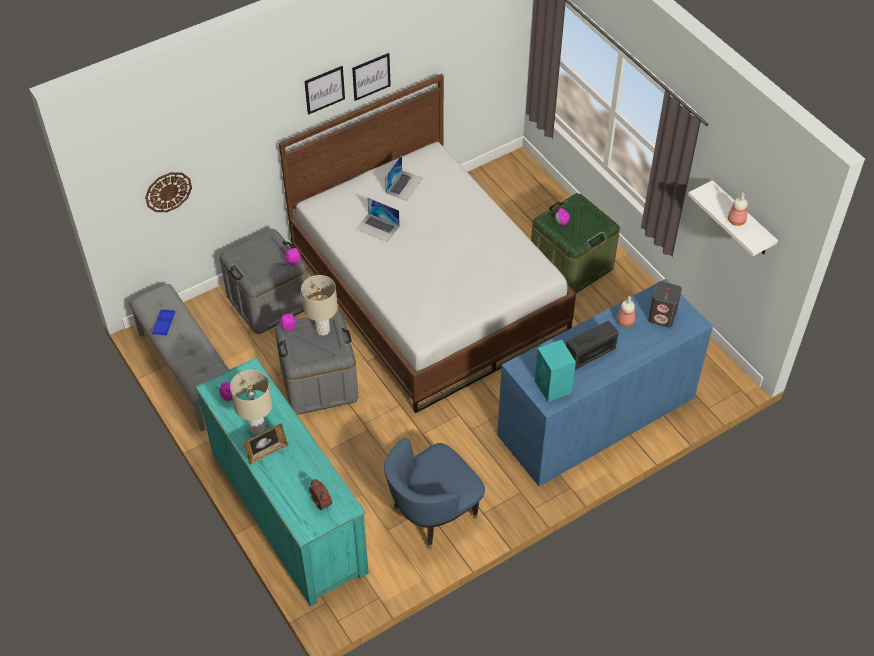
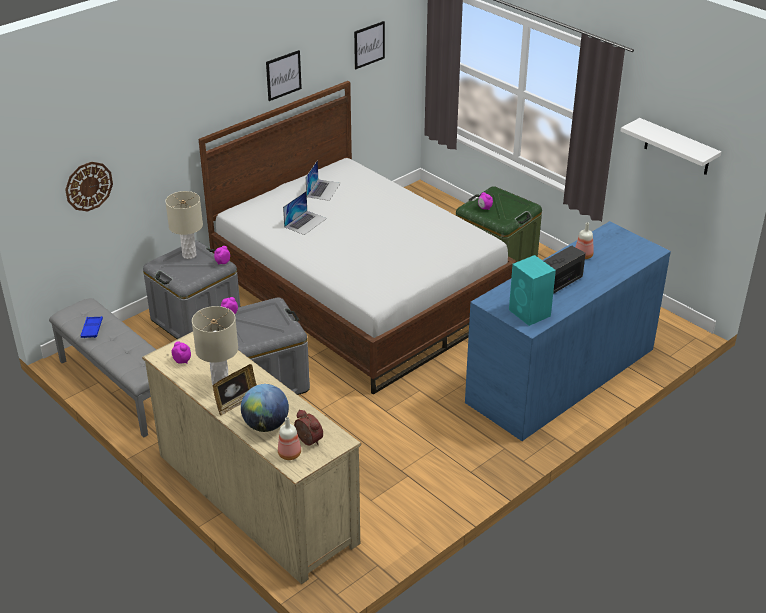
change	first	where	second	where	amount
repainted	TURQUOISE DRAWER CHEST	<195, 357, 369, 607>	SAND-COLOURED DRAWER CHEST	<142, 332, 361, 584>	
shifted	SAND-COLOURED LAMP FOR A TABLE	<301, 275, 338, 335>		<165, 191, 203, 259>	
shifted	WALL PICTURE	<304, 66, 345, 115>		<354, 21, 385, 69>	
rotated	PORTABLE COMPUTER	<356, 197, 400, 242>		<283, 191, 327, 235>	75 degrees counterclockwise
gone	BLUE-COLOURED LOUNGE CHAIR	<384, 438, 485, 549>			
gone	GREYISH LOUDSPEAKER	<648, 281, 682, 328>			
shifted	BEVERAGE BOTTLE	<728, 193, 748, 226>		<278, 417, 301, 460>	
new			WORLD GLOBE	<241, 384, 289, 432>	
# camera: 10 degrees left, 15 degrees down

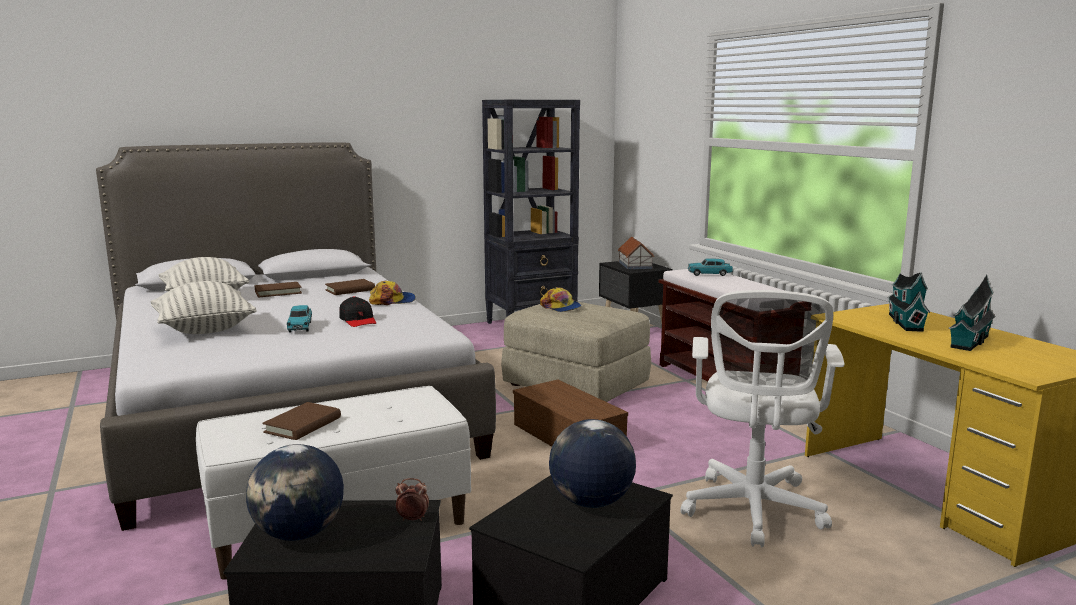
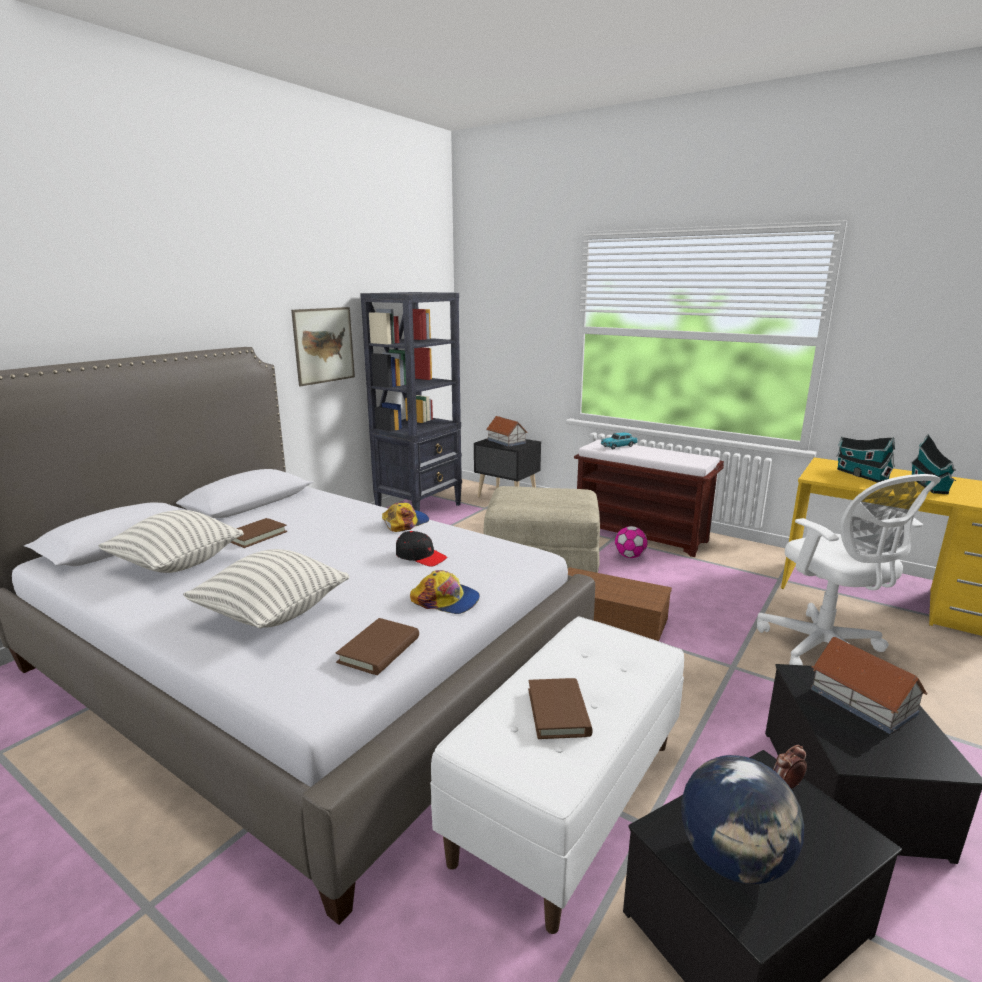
change	first	where	second	where	amount
gone	TURQUOISE MODEL CAR	<287, 305, 312, 332>			
shifted	BROWNISH BOOK	<325, 279, 375, 295>		<336, 618, 419, 675>	
shifted	BASEBALL CAP	<540, 287, 581, 312>		<410, 570, 480, 614>	
swapped	WORLD GLOBE	<549, 419, 636, 508>	MINIATURE HOUSE	<811, 637, 928, 734>	
new			WALL PICTURE	<291, 307, 355, 387>	
new			BALL FOR FOOTBALL	<615, 526, 648, 558>	
# camera: 30 degrees left, 5 degrees up

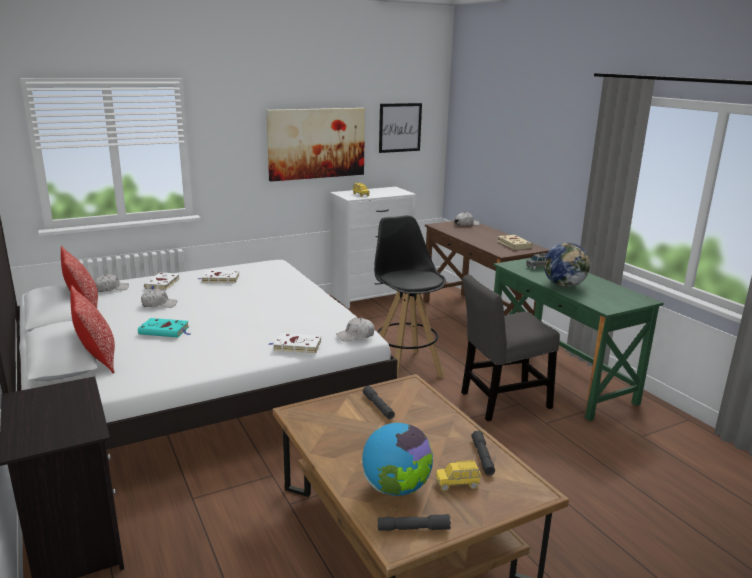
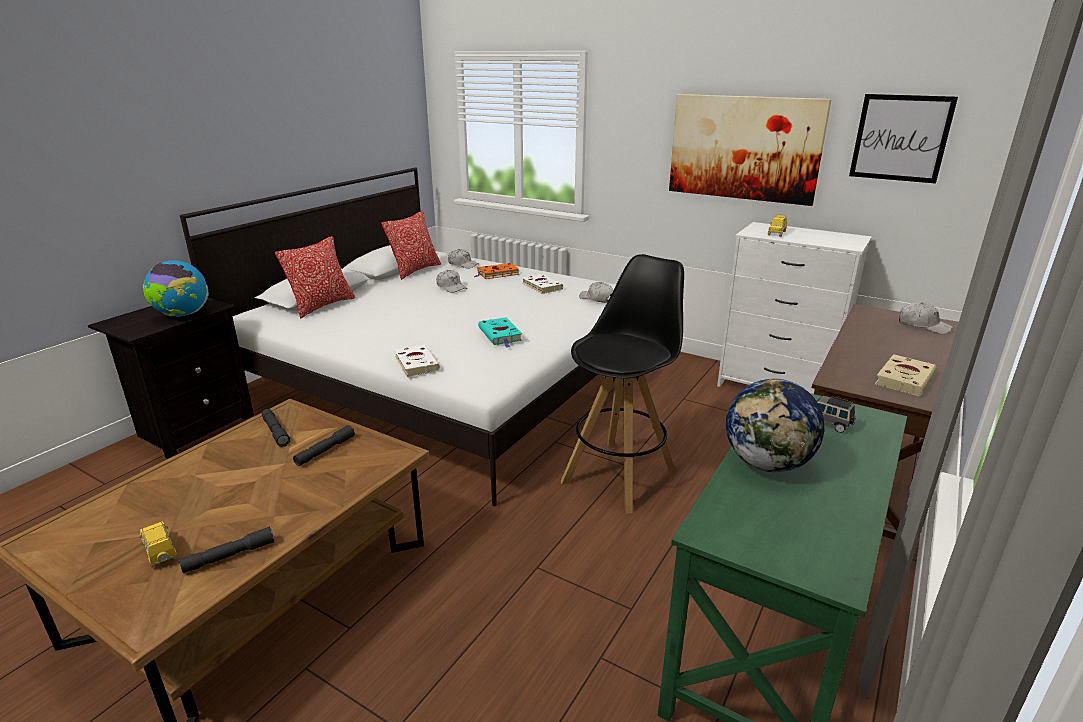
change	first	where	second	where	amount
shifted	TURQUOISE BOOK	<138, 318, 190, 338>		<478, 317, 522, 348>	
repainted	WHITE-COLOURED BOOK	<144, 272, 180, 290>	ORANGE BOOK	<475, 263, 519, 279>	
shifted	WHITE-COLOURED BASEBALL CAP	<336, 318, 375, 342>		<579, 282, 613, 303>	
shifted	WORLD GLOBE	<362, 423, 433, 496>		<143, 260, 209, 317>	
shifted	GREYISH TORCH	<378, 514, 451, 531>		<262, 409, 290, 447>	
gone	GREYISH PLAIN CHAIR	<461, 274, 560, 421>			
# camera: 60 degrees right, 5 degrees up

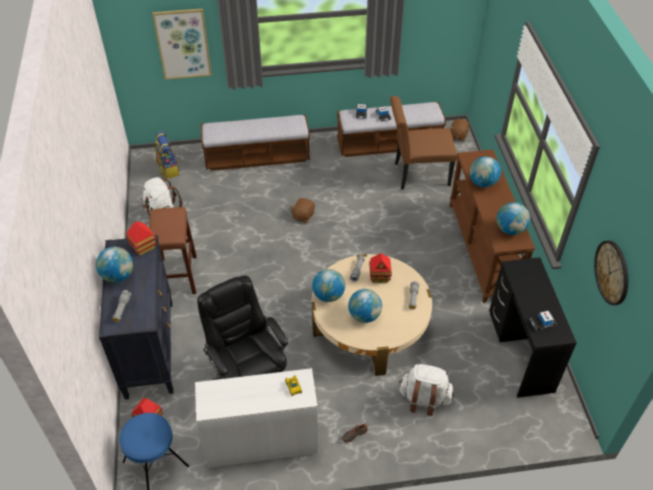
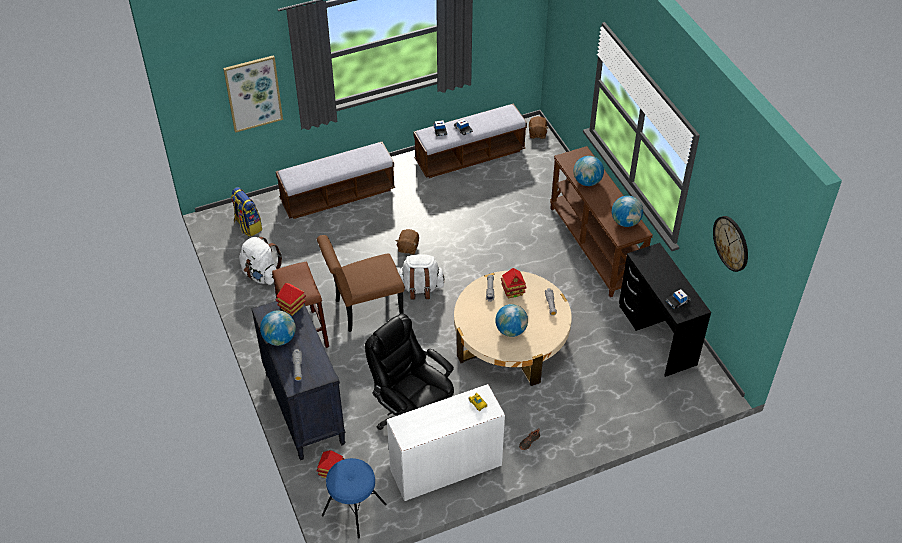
change	first	where	second	where	amount
gone	WORLD GLOBE	<312, 269, 345, 302>			
shifted	BROWNISH PLAIN CHAIR	<390, 96, 458, 190>		<317, 235, 405, 332>	
shifted	WHITE-COLOURED KNAPSACK	<399, 364, 453, 416>		<398, 254, 445, 300>	
# camera: 15 degrees left, 0 degrees up

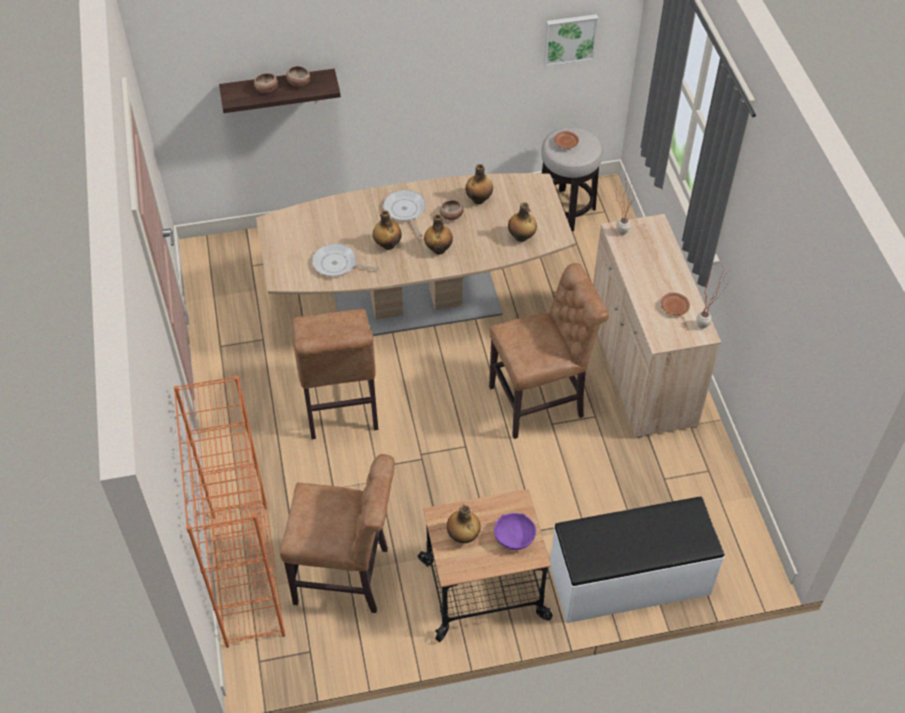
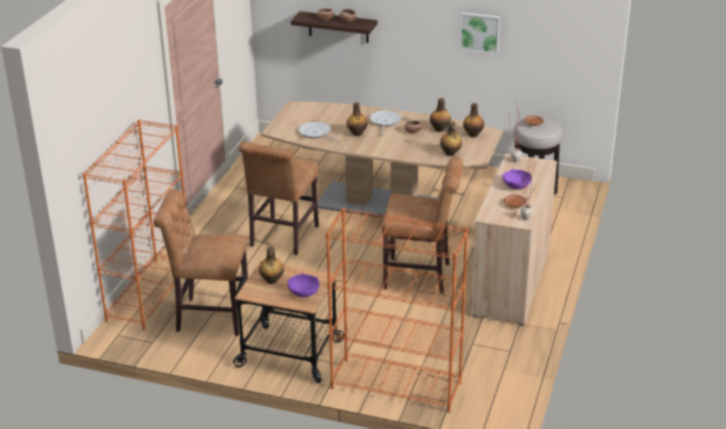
change	first	where	second	where	amount
rotated	BROWNISH PLAIN CHAIR	<280, 454, 395, 613>		<153, 189, 248, 336>	150 degrees clockwise
shifted	BEVERAGE BOTTLE	<424, 214, 453, 255>		<463, 103, 484, 137>	
shifted	WALL PICTURE	<544, 14, 598, 66>		<460, 12, 500, 54>	
swapped	WHITE-COLOURED BENCH	<550, 497, 724, 623>	ORANGE BOOKCASE	<326, 207, 468, 413>	
new			PURPLE SERVING BOWL	<502, 169, 532, 189>	
# camera: 30 degrees right, 20 degrees down

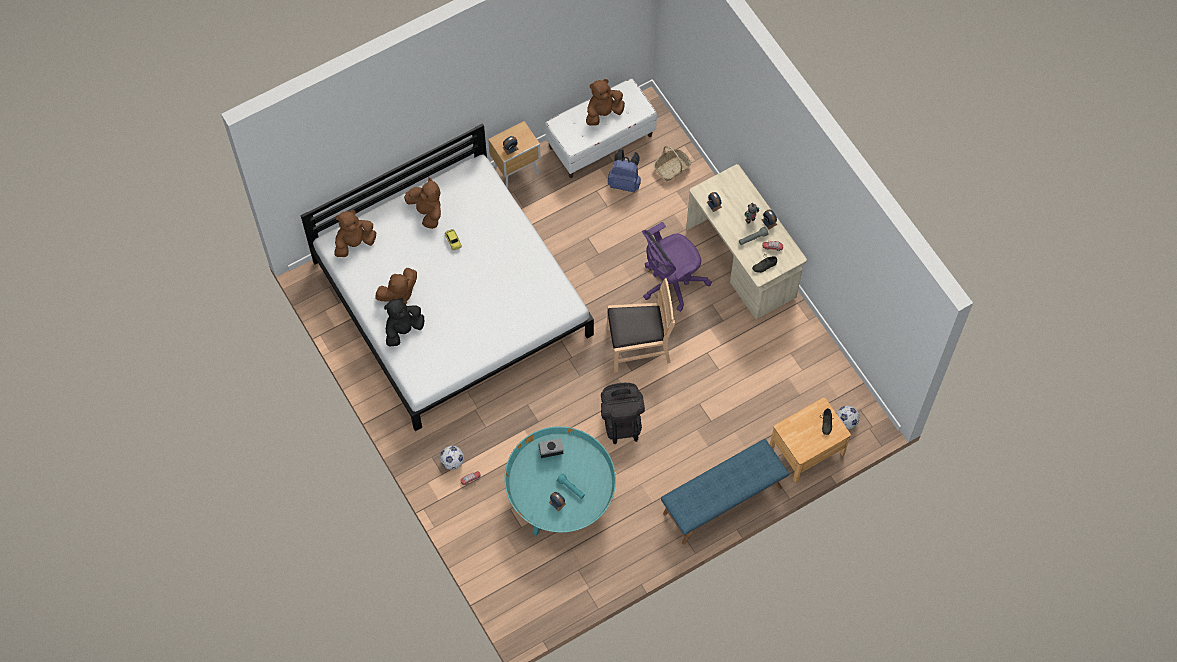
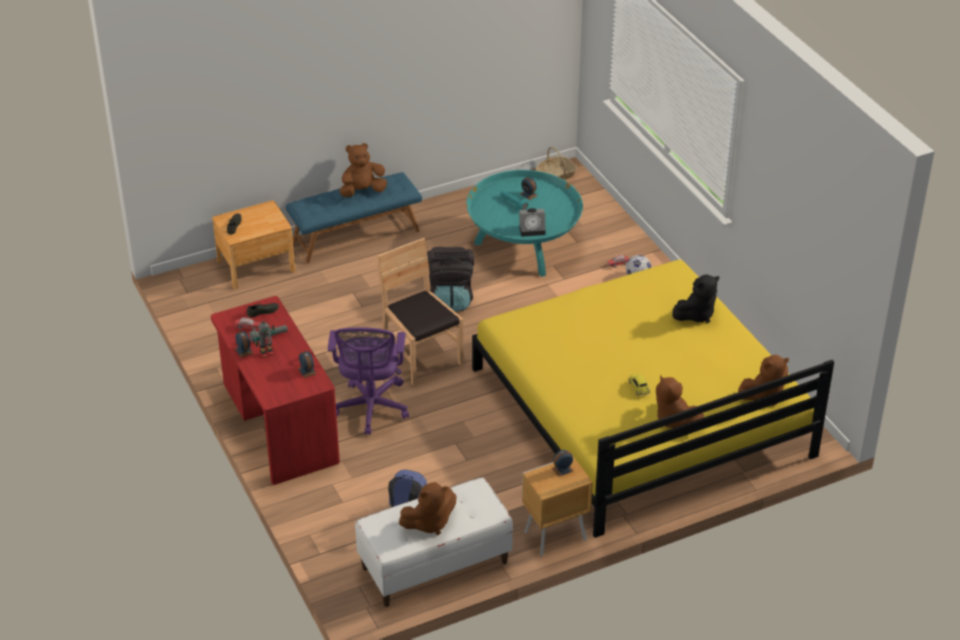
change	first	where	second	where	amount
repainted	WHITE-COLOURED BEDROOM BED	<301, 123, 594, 431>	YELLOWISH BEDROOM BED	<472, 260, 834, 538>	
shifted	BROWNISH CUDDLY TOY	<375, 268, 417, 304>		<339, 143, 387, 197>	
rotated	BROWNISH PLAIN CHAIR	<607, 278, 675, 373>		<377, 238, 464, 386>	60 degrees clockwise
rotated	PURPLE COMPUTER CHAIR	<642, 222, 712, 312>		<328, 327, 409, 435>	120 degrees clockwise
shifted	HOUSEHOLD BASKET	<654, 146, 692, 181>		<536, 147, 577, 180>	
repainted	SAND-COLOURED DESK UNIT	<686, 164, 807, 319>	REDDISH DESK UNIT	<211, 296, 340, 485>	
gone	BALL FOR FOOTBALL	<836, 406, 860, 429>			
# camera: 175 degrees left, 25 degrees down

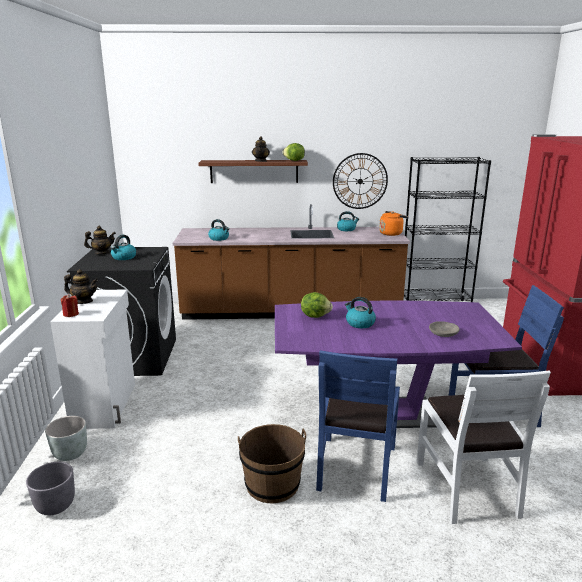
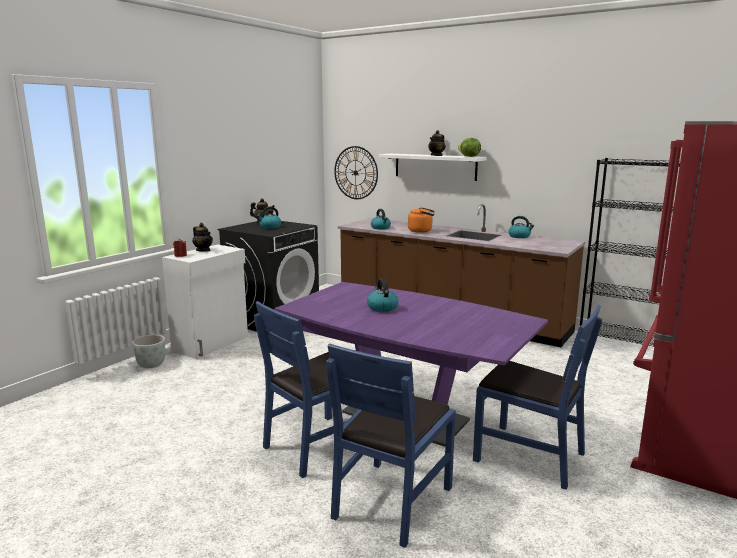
change	first	where	second	where	amount
gone	GREYISH FLOWER POT	<26, 462, 75, 515>			
repainted	BROWNISH BRACKET SHELF	<198, 160, 308, 183>	WHITE-COLOURED BRACKET SHELF	<379, 154, 487, 181>	
gone	BROWNISH BUCKET	<238, 424, 306, 504>			
gone	LETTUCE	<301, 292, 333, 318>			
shifted	HANGING CLOCK	<333, 153, 388, 209>		<334, 146, 378, 199>	
shifted	ORANGE TEA KETTLE	<379, 211, 409, 236>		<408, 207, 435, 233>	
repainted	WHITE-COLOURED PLAIN CHAIR	<416, 370, 551, 524>	BLUE-COLOURED PLAIN CHAIR	<326, 344, 456, 548>	
gone	GREYISH SERVING BOWL	<429, 321, 460, 337>			
# camera: 35 degrees right, 5 degrees down

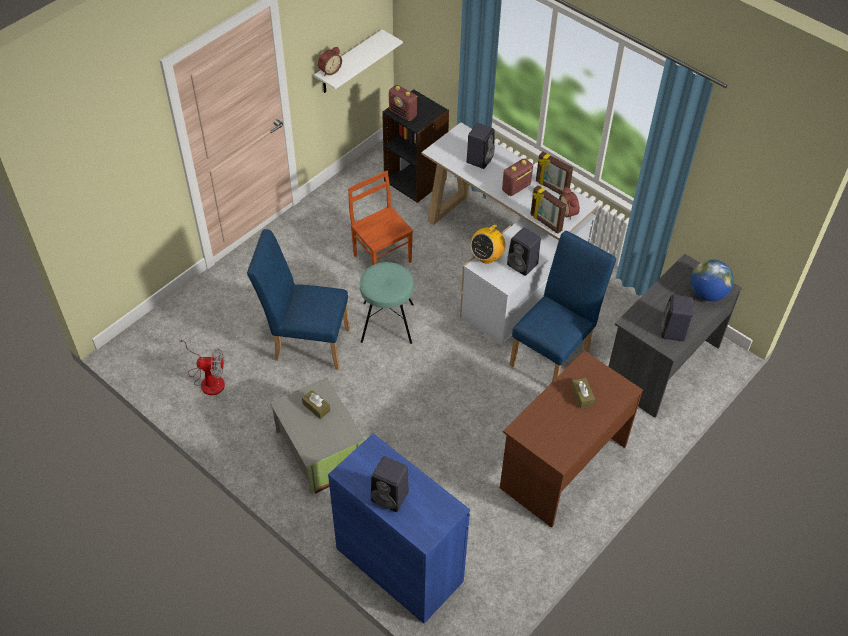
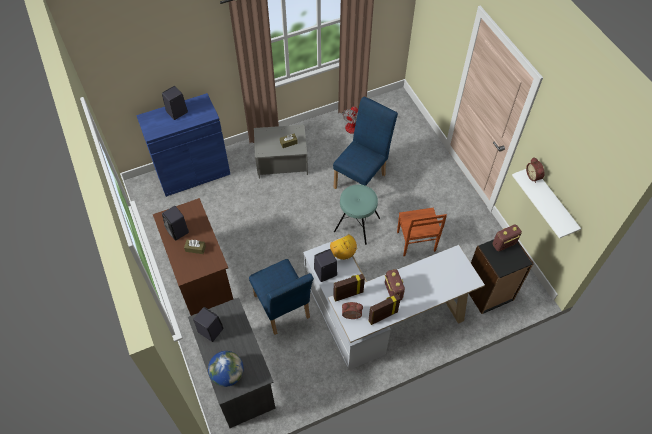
change	first	where	second	where	amount
rotated	BROWNISH PLAIN CHAIR	<348, 171, 413, 265>		<397, 208, 447, 256>	90 degrees clockwise
shifted	BLACK LOUDSPEAKER	<466, 123, 495, 169>		<162, 206, 189, 241>	
# camera: 115 degrees right, 5 degrees up

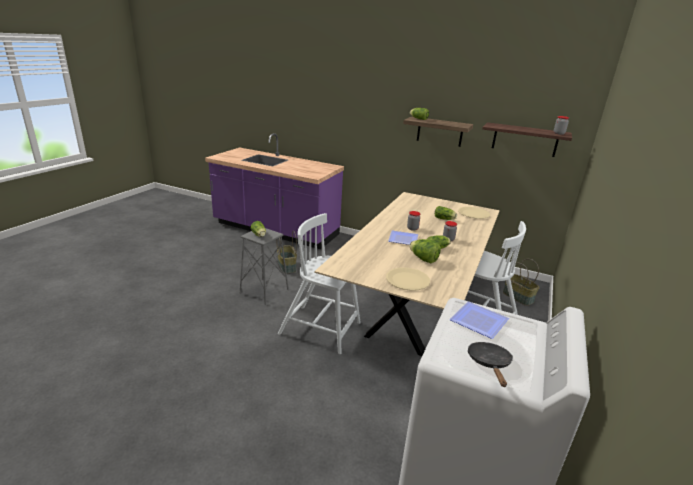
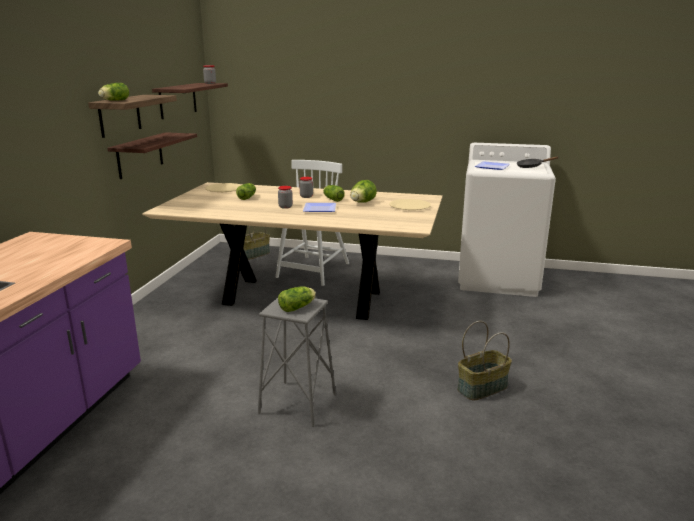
change	first	where	second	where	amount
shifted	HOUSEHOLD BASKET	<276, 231, 297, 273>		<457, 321, 512, 400>	
gone	WHITE-COLOURED PLAIN CHAIR	<278, 213, 361, 354>			
new			BRACKET SHELF	<107, 132, 197, 179>	
# camera: 100 degrees left, 5 degrees down

